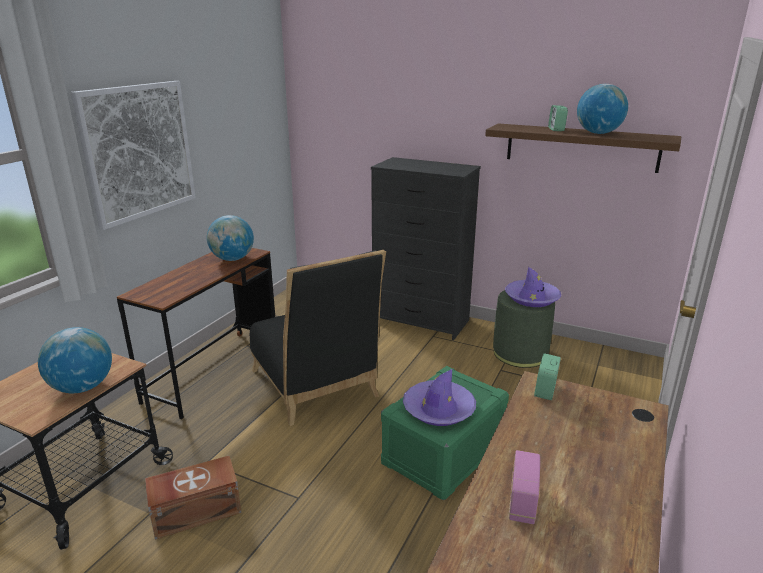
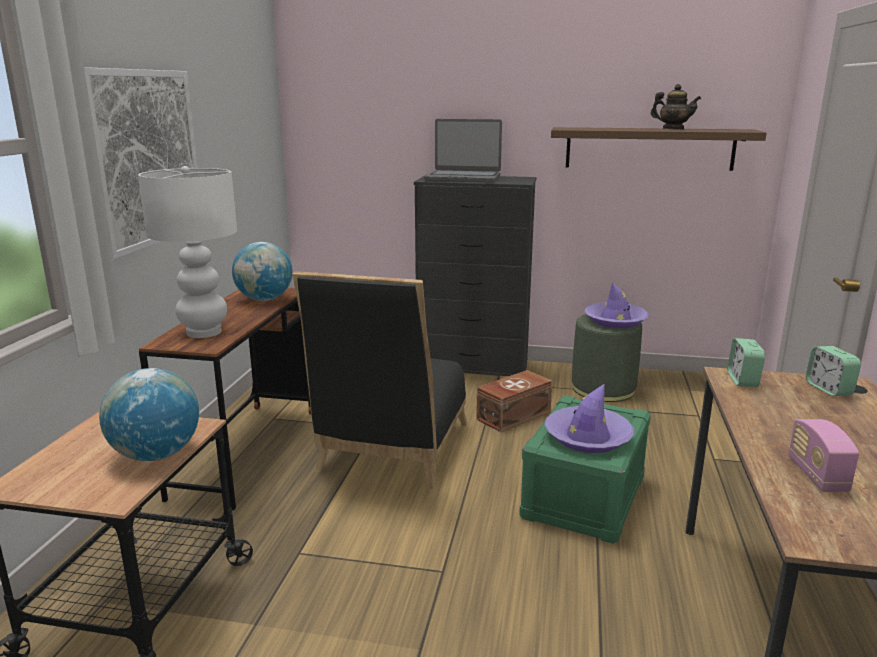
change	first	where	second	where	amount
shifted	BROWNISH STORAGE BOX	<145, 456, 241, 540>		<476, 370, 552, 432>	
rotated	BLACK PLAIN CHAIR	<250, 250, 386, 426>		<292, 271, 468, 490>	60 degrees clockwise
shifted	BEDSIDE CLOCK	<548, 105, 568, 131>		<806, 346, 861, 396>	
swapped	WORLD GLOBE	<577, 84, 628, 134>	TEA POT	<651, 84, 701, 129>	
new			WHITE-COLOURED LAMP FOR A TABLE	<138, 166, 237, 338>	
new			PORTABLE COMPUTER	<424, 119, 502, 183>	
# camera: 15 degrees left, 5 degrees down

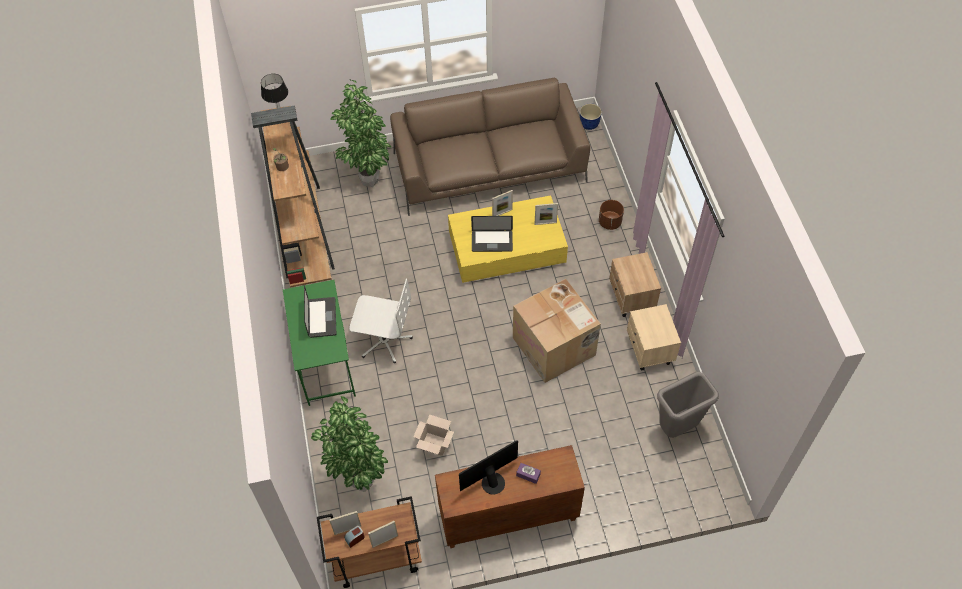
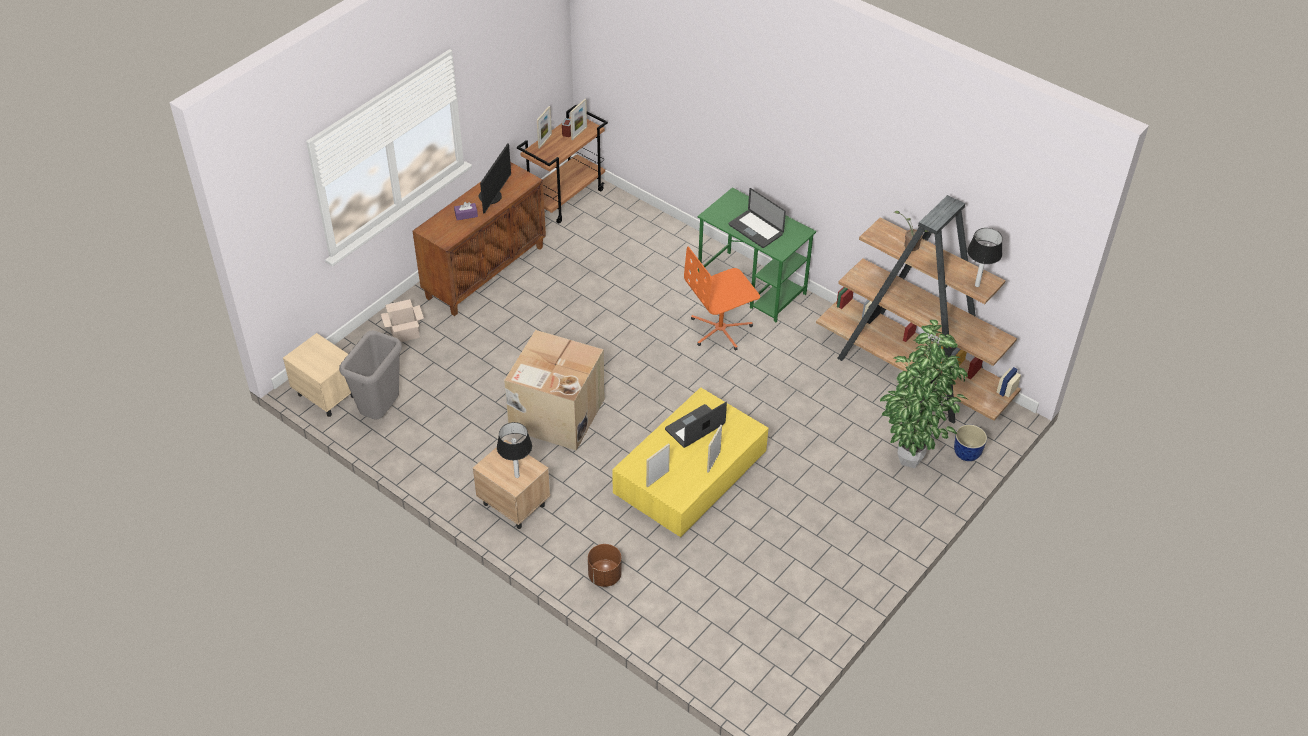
change	first	where	second	where	amount
gone	PLANT IN A POT	<311, 396, 388, 492>			
repainted	WHITE-COLOURED COMPUTER CHAIR	<349, 278, 413, 363>	ORANGE COMPUTER CHAIR	<684, 246, 760, 351>	
gone	BROWNISH SETTEE	<390, 78, 590, 216>			
shifted	CARTON	<413, 414, 454, 456>		<381, 299, 424, 342>	
shifted	FLOWER POT	<580, 103, 602, 130>		<954, 425, 987, 461>	
shifted	SAND-COLOURED NIGHT TABLE	<627, 304, 681, 370>		<283, 333, 353, 417>	
new			LAMP FOR A TABLE	<497, 422, 532, 478>	
# camera: 140 degrees right, 10 degrees down

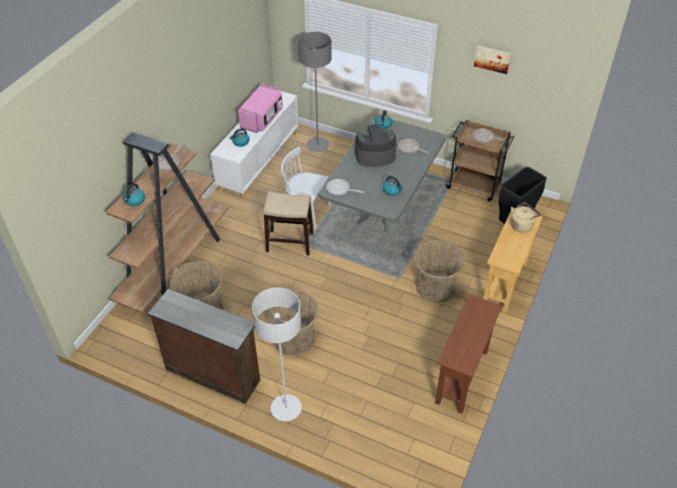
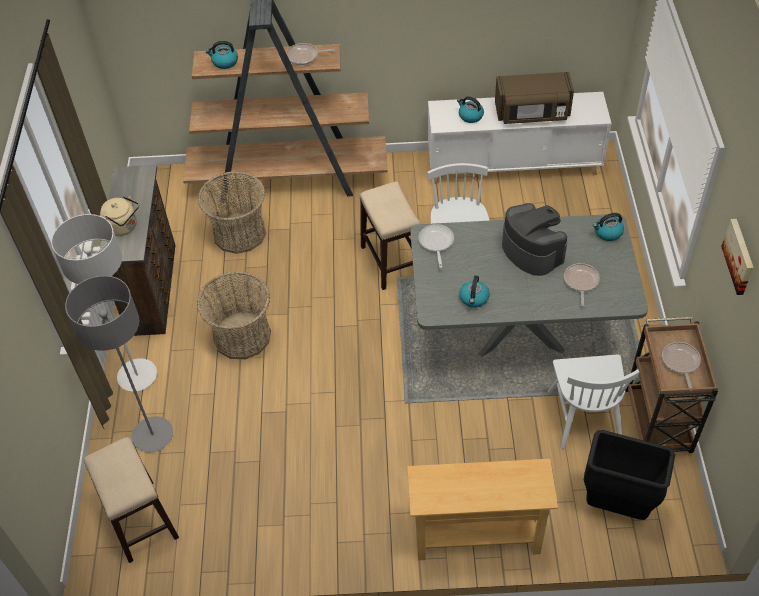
change	first	where	second	where	amount
repainted	PINKISH KITCHEN MICROWAVE	<238, 84, 283, 133>	BROWNISH KITCHEN MICROWAVE	<495, 72, 574, 124>	
shifted	GREYISH STANDARD LAMP	<298, 32, 332, 152>		<65, 276, 173, 452>	
gone	HOUSEHOLD BASKET	<414, 240, 465, 302>			
gone	BROWNISH CONSOLE TABLE	<435, 294, 502, 414>			
shifted	SAND-COLOURED TEA KETTLE	<510, 202, 541, 233>		<100, 196, 139, 236>	
new			STOOL	<84, 437, 179, 563>	
new			WHITE-COLOURED PLAIN CHAIR	<548, 354, 639, 449>	
# camera: 65 degrees right, 5 degrees up

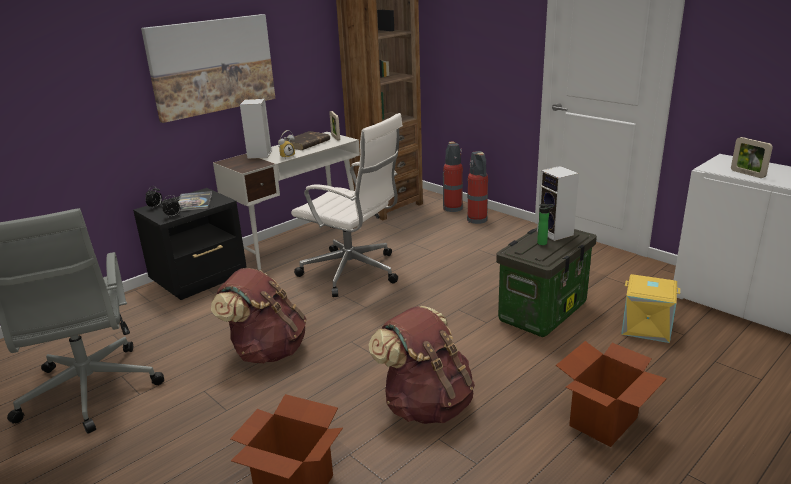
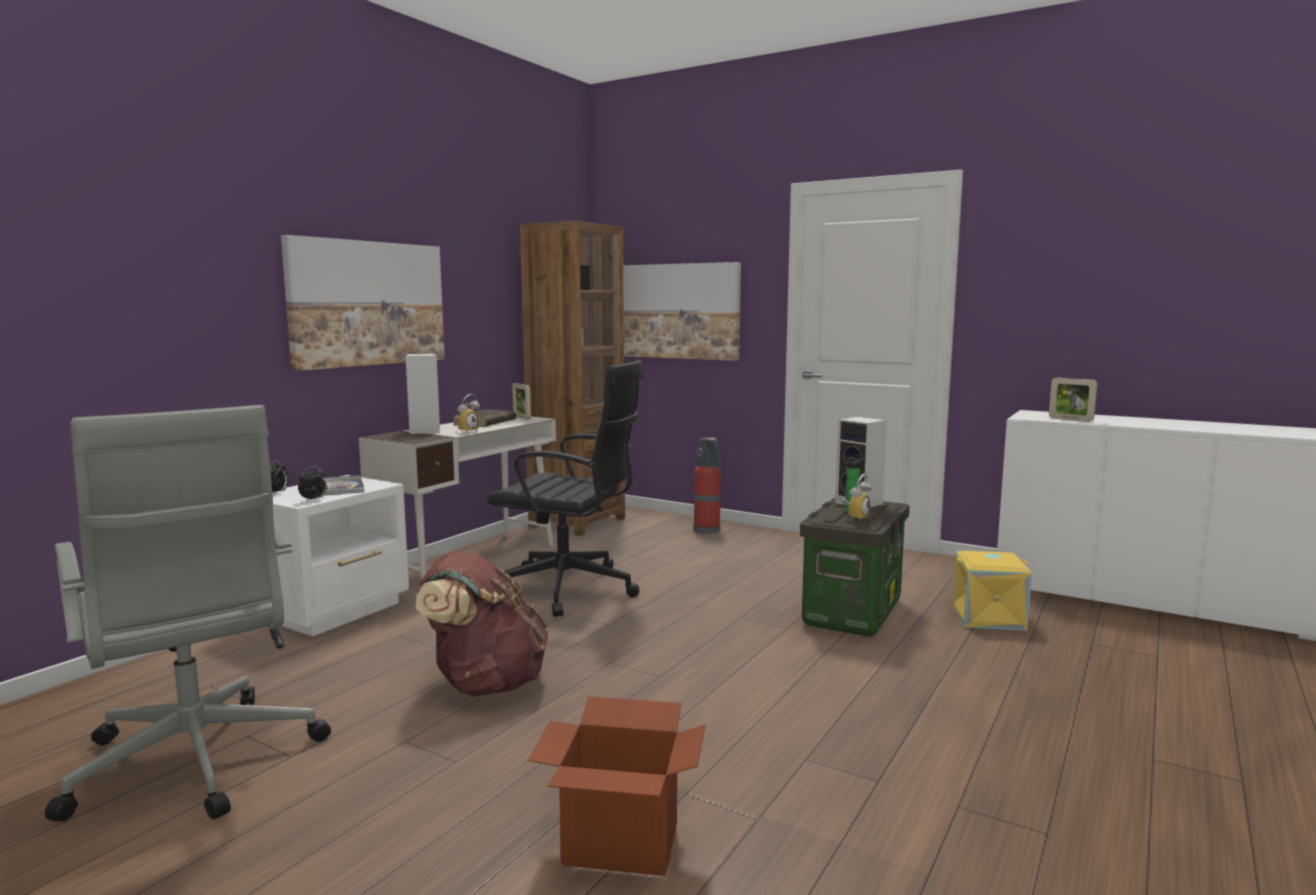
change	first	where	second	where	amount
repainted	BLACK NIGHT TABLE	<133, 188, 247, 300>	WHITE-COLOURED NIGHT TABLE	<273, 475, 409, 636>	
repainted	WHITE-COLOURED COMPUTER CHAIR	<291, 113, 403, 297>	BLACK COMPUTER CHAIR	<487, 360, 644, 617>	
gone	BROWNISH KNAPSACK	<368, 306, 475, 424>			
gone	FIRE-FIGHTING CYLINDER	<443, 141, 463, 212>			
gone	CARTON	<556, 341, 667, 447>			
new			WALL PICTURE	<623, 262, 741, 361>	
new			BEDSIDE CLOCK	<841, 474, 872, 522>	
# camera: 15 degrees left, 15 degrees down

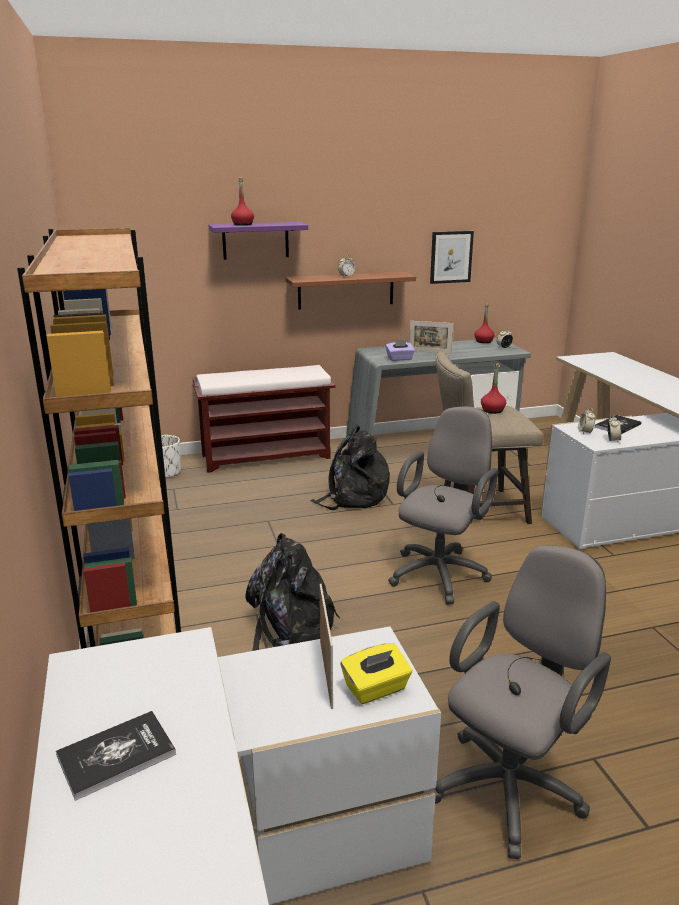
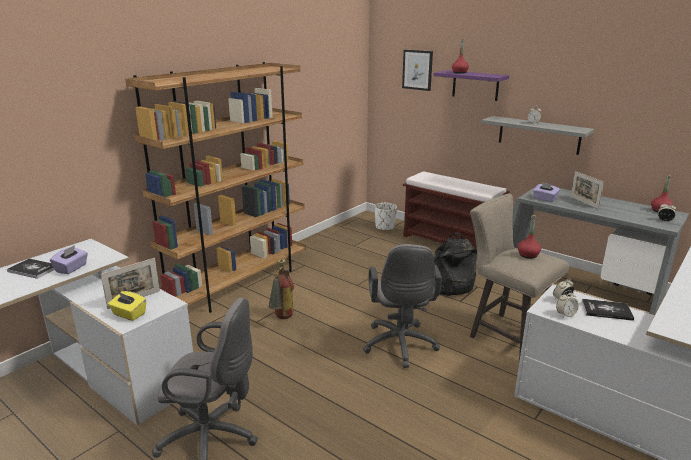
change	first	where	second	where	amount
swapped	BLACK KNAPSACK	<245, 533, 340, 651>	FIRE-FIGHTING CYLINDER	<269, 259, 294, 319>	
repainted	BROWNISH BRACKET SHELF	<286, 272, 416, 310>	GREYISH BRACKET SHELF	<481, 116, 594, 155>	
rotated	GREYISH COMPUTER CHAIR	<388, 407, 498, 605>		<363, 244, 442, 368>	90 degrees clockwise
shifted	WALL PICTURE	<430, 231, 474, 284>		<402, 50, 433, 91>	
new			PURPLE TISSUE BOX	<50, 245, 88, 274>	
# camera: 55 degrees right, 0 degrees up

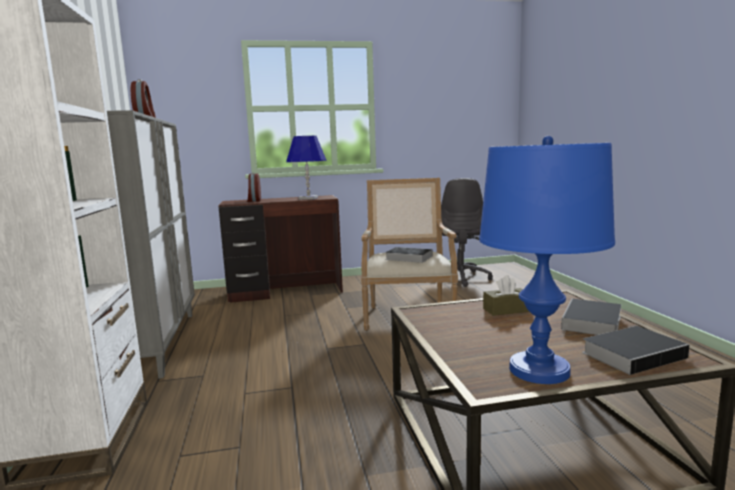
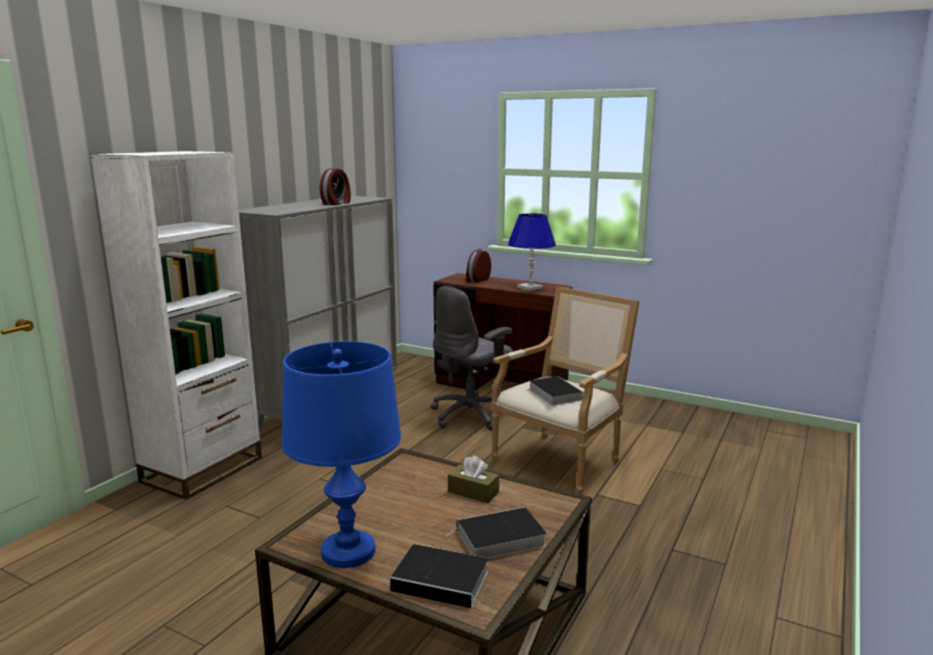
change	first	where	second	where	amount
shifted	GREYISH COMPUTER CHAIR	<441, 178, 493, 287>		<431, 286, 514, 431>	
# camera: 40 degrees right, 5 degrees up

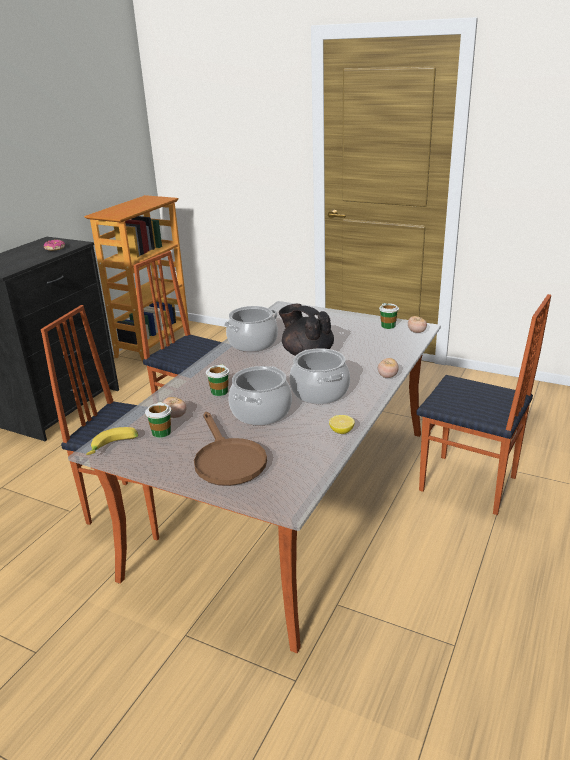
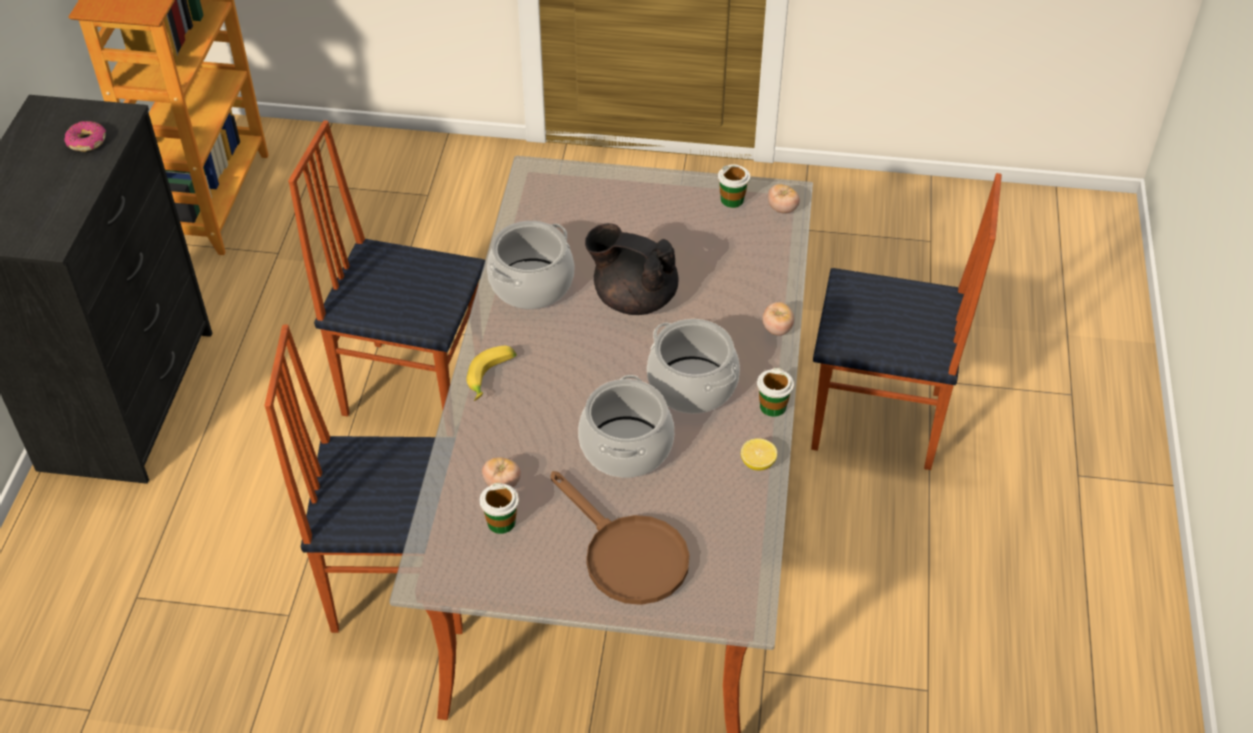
change	first	where	second	where	amount
shifted	BANANA	<86, 427, 138, 455>		<467, 346, 517, 401>	
shifted	SMALL CUP	<206, 364, 229, 396>		<757, 368, 794, 417>	
# camera: 20 degrees left, 20 degrees up

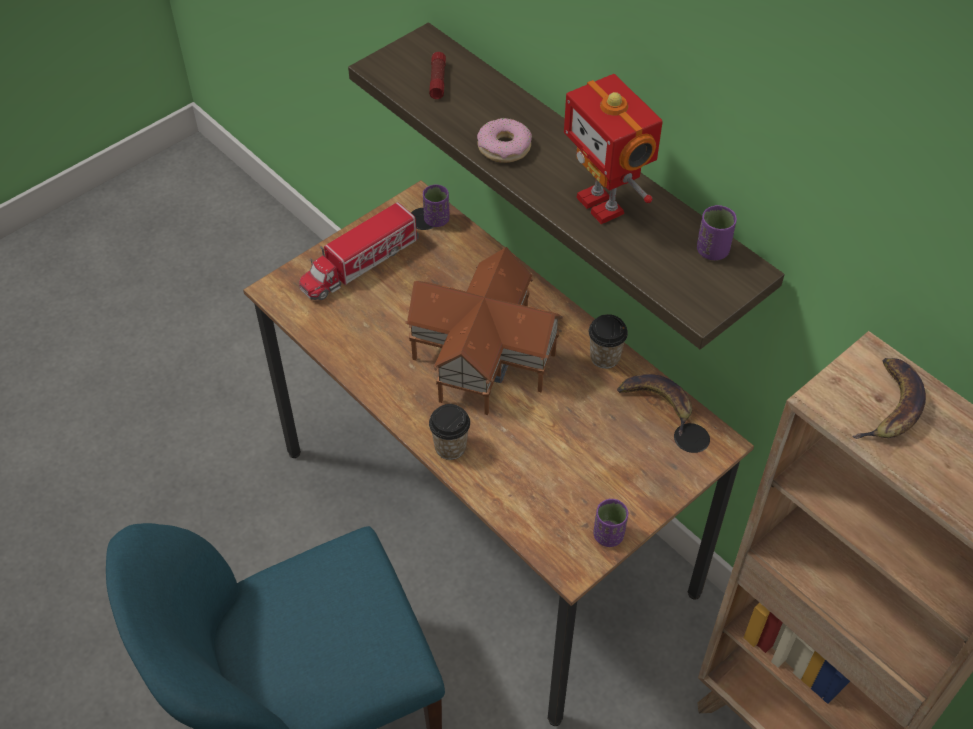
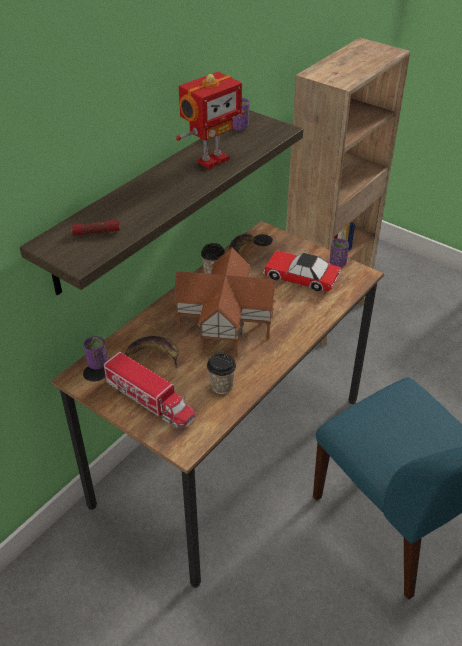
change	first	where	second	where	amount
shifted	SMALL CUP	<429, 404, 470, 460>		<207, 353, 236, 394>	
gone	DOUGHNUT	<477, 118, 532, 163>			
shifted	BANANA	<852, 358, 926, 439>		<125, 336, 179, 368>	
new			MODEL CAR	<263, 250, 341, 291>	
# camera: 100 degrees left, 10 degrees down

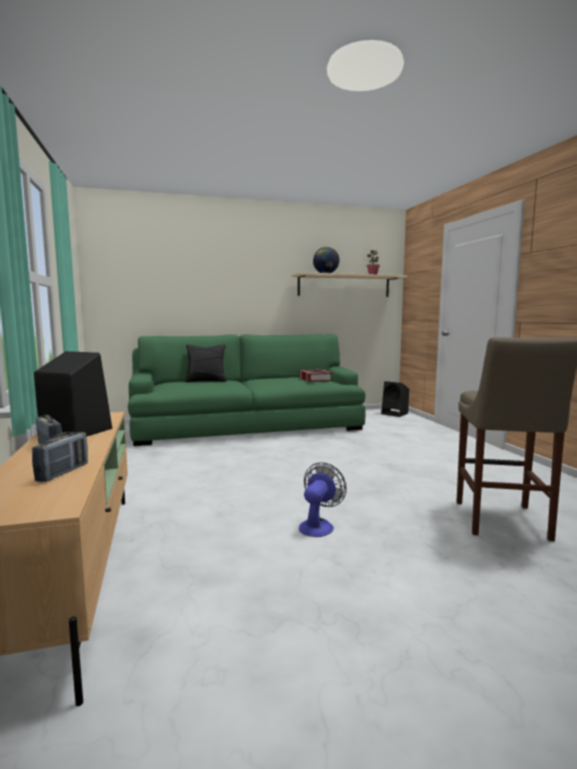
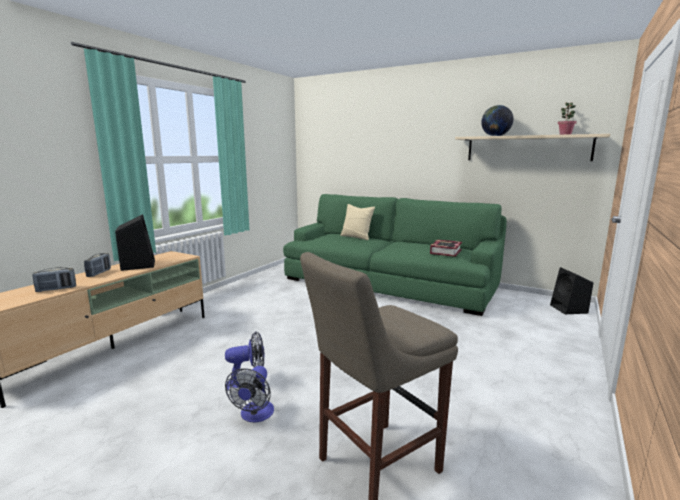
change	first	where	second	where	amount
repainted	BLACK THROW PILLOW	<185, 344, 227, 382>	SAND-COLOURED THROW PILLOW	<340, 204, 375, 240>	
new			ELECTRIC FAN	<225, 366, 274, 423>	
# camera: 45 degrees right, 5 degrees up

